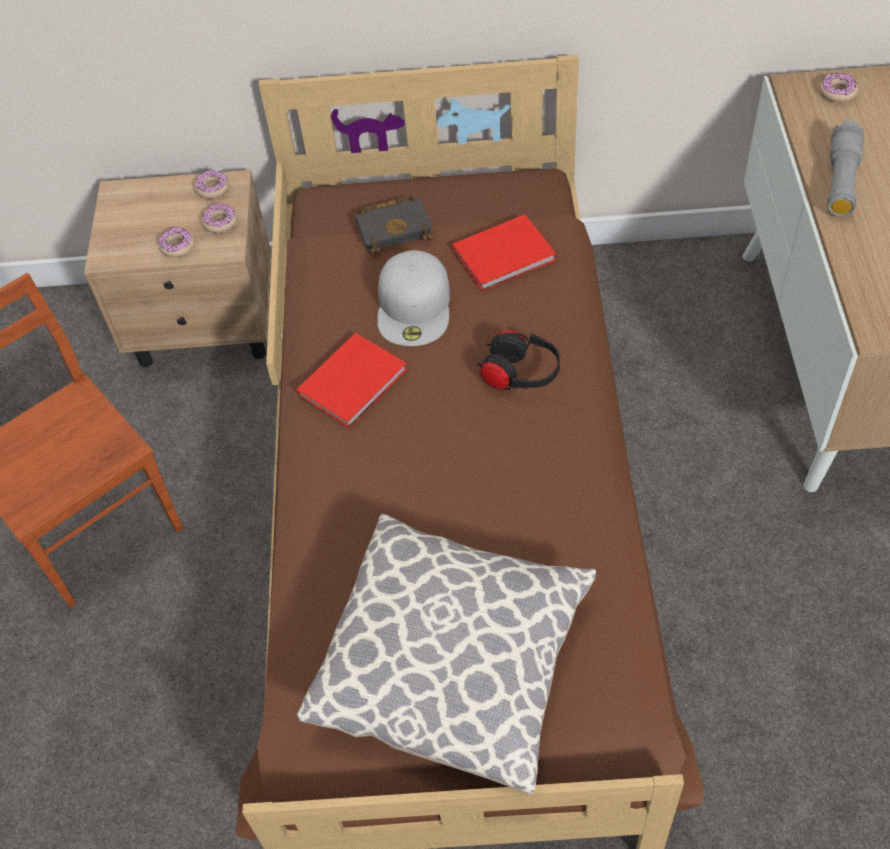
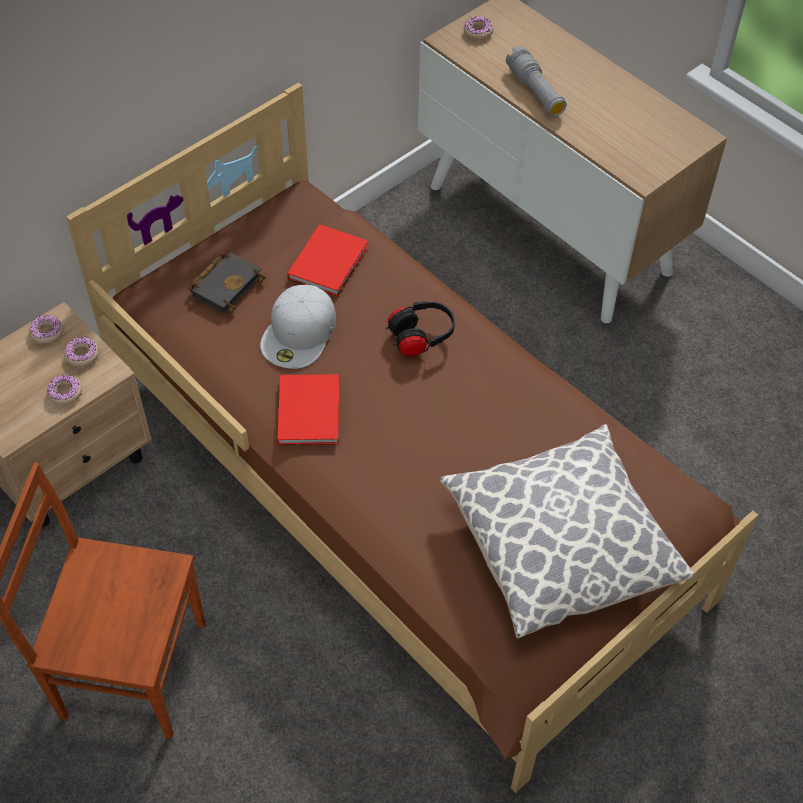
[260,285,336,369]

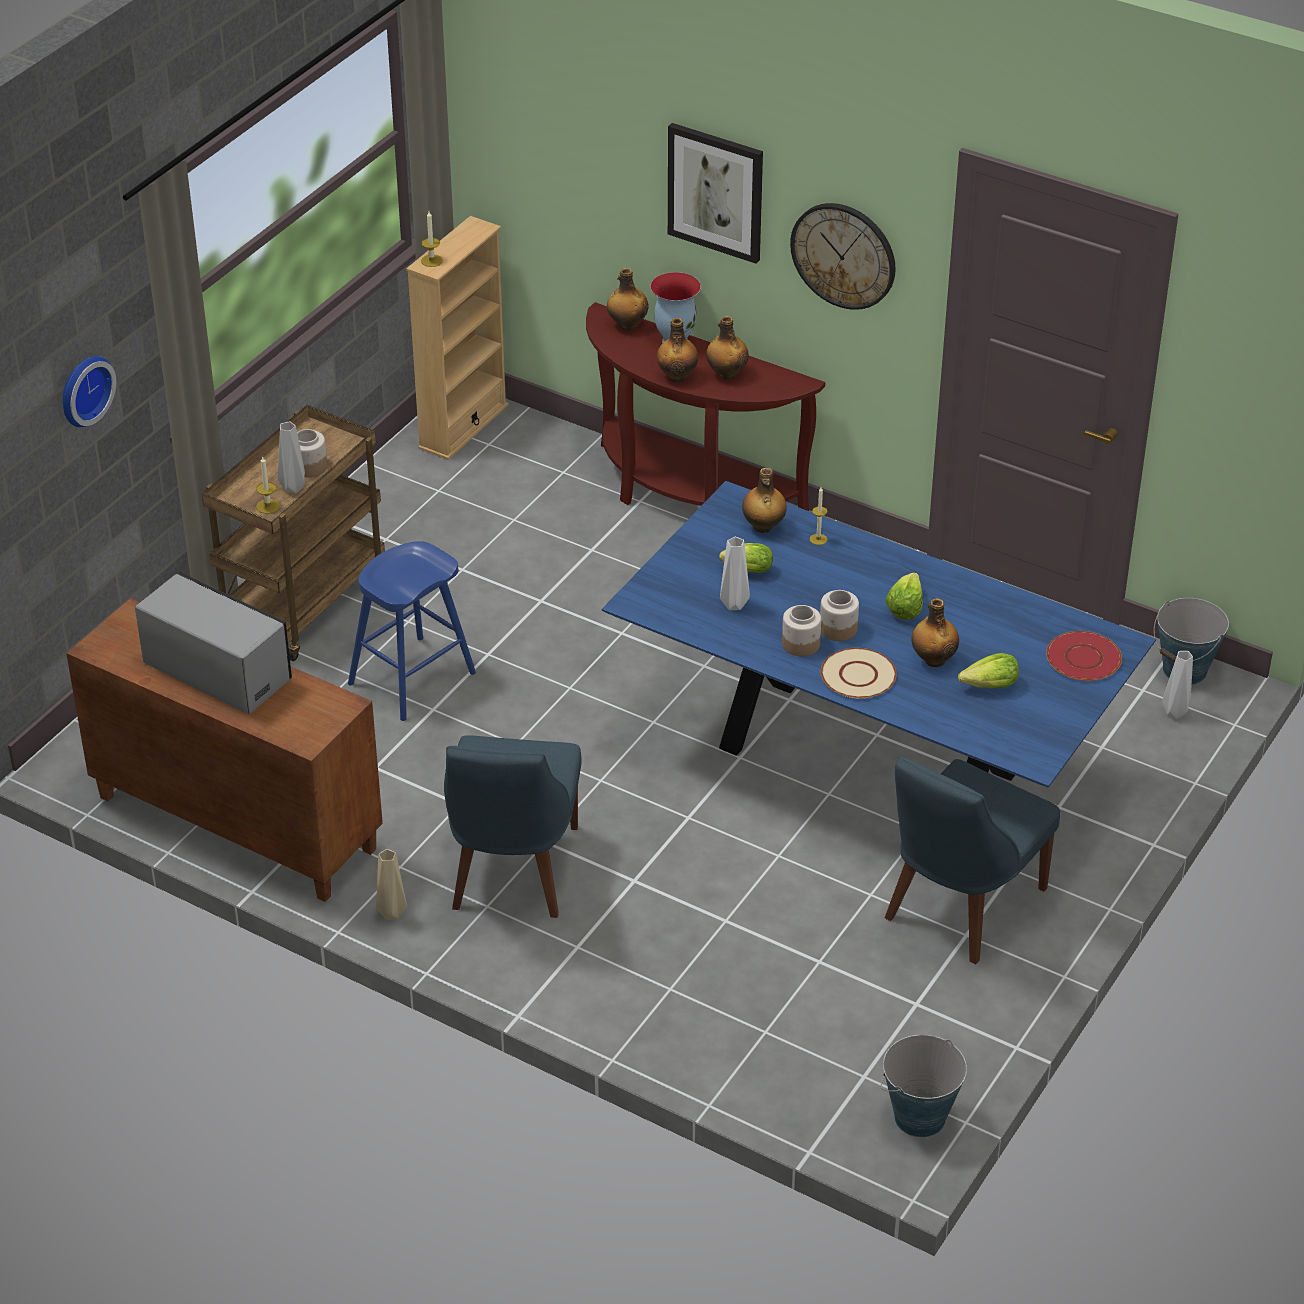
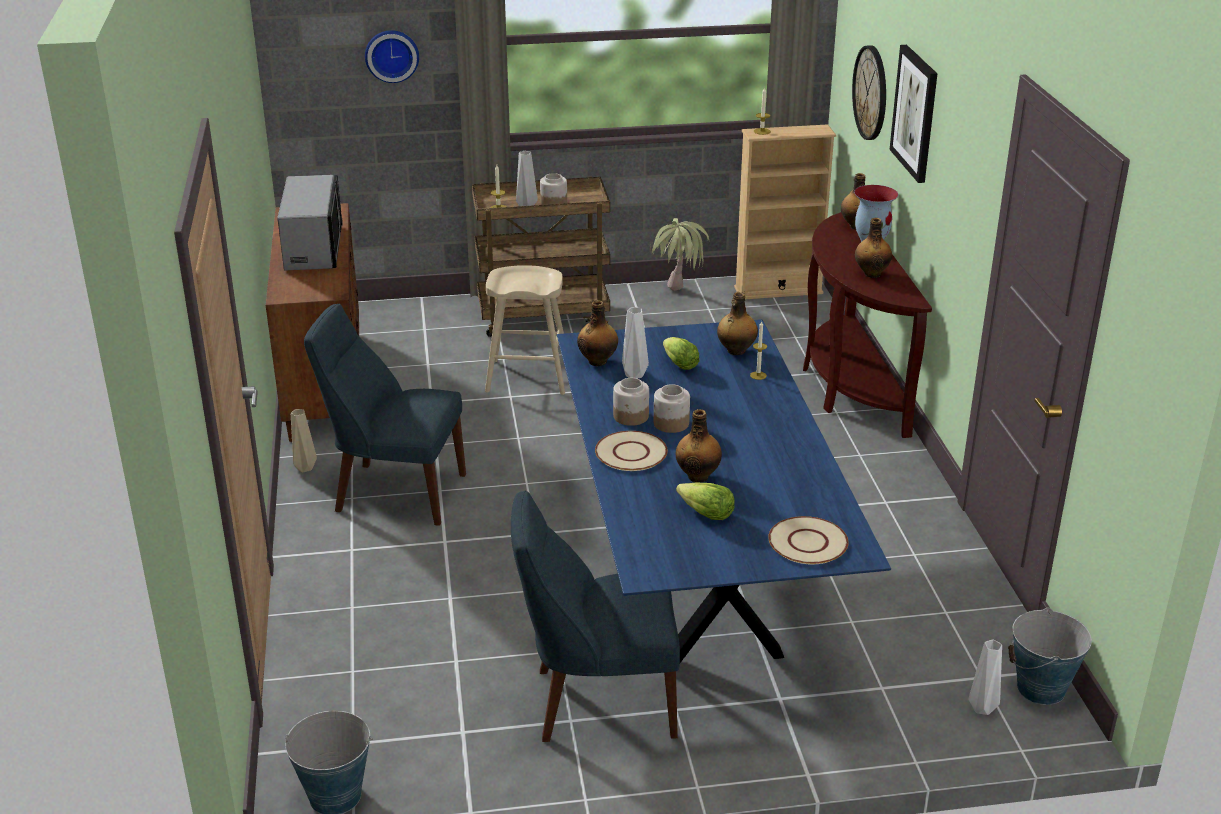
[852,45,886,140]
[577,300,618,366]
[485,265,565,395]
[885,572,923,620] (first image)
[768,516,849,564]
[304,304,466,526]
[650,218,709,291]

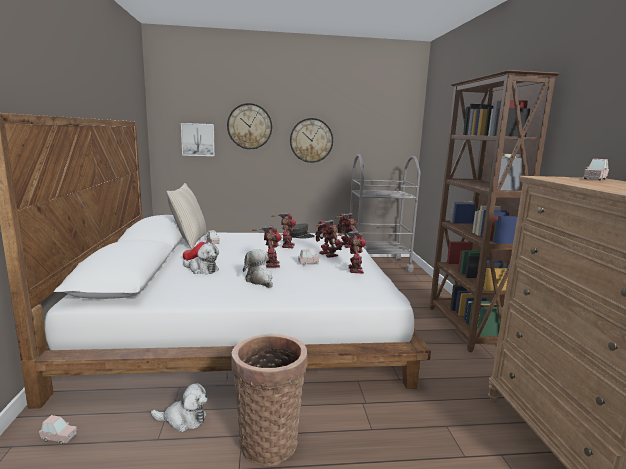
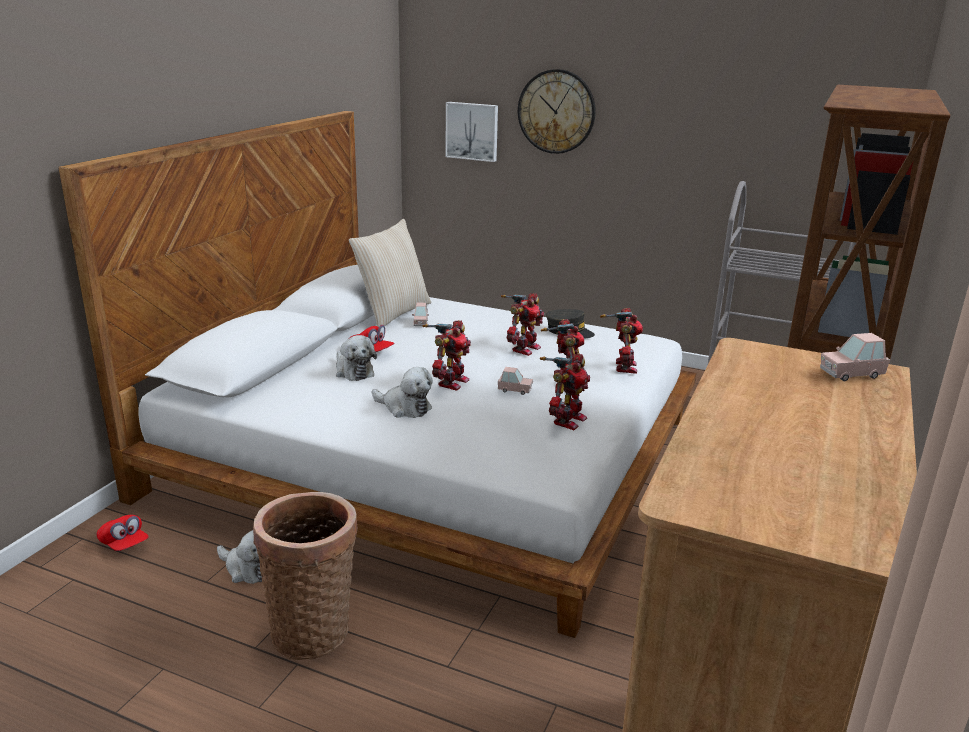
[290,118,333,163] (first image)
[372,367,433,418]
[97,515,149,551]

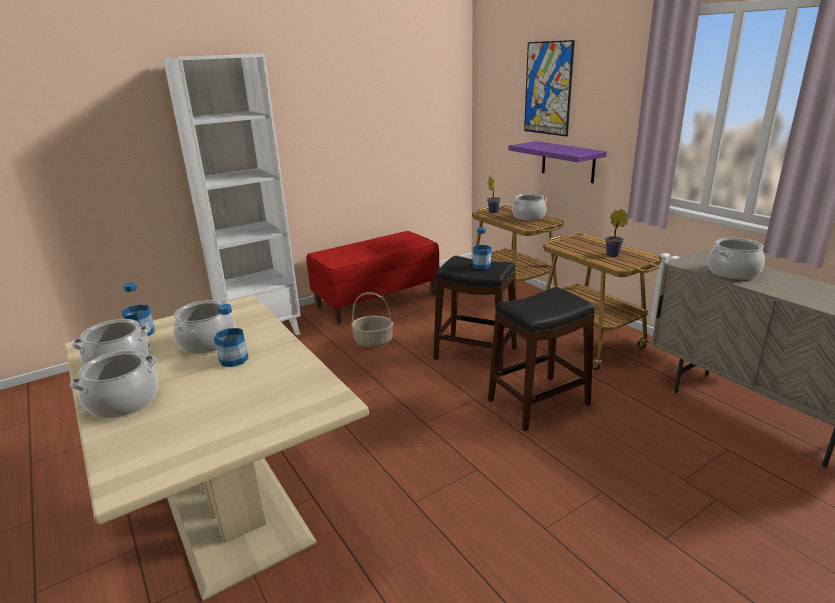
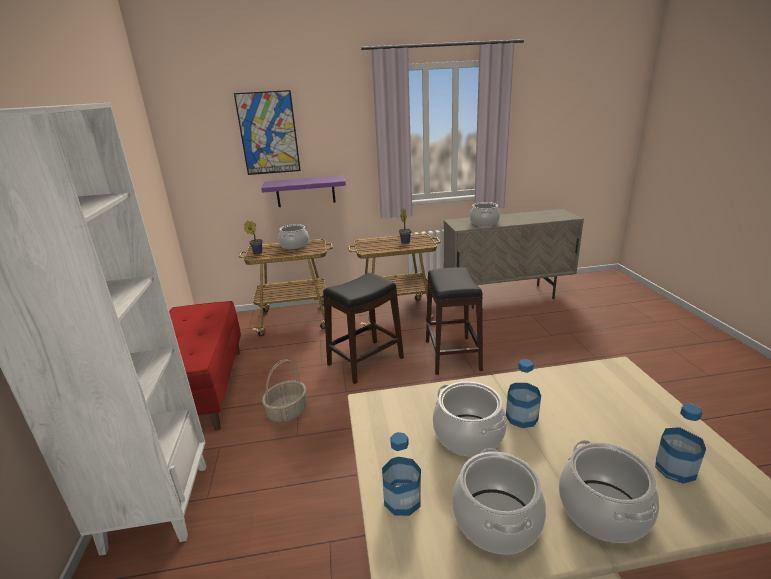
[655,404,706,484]

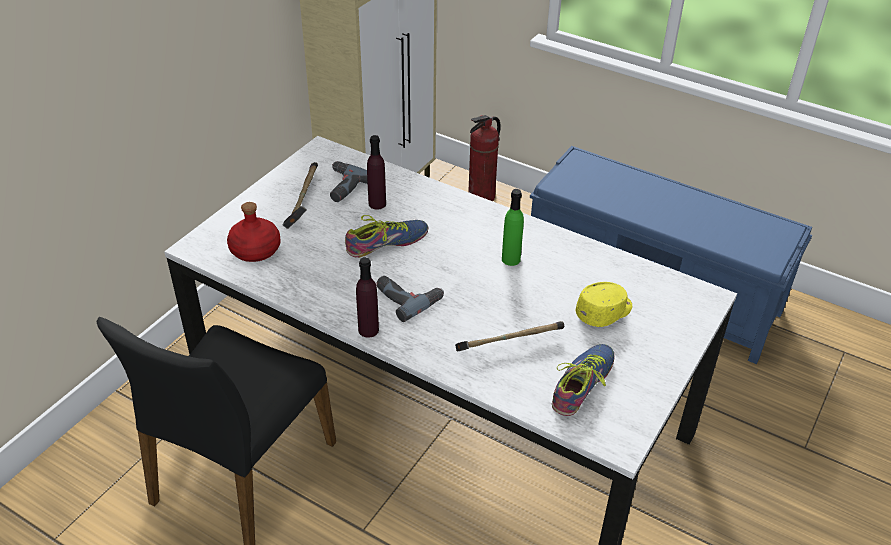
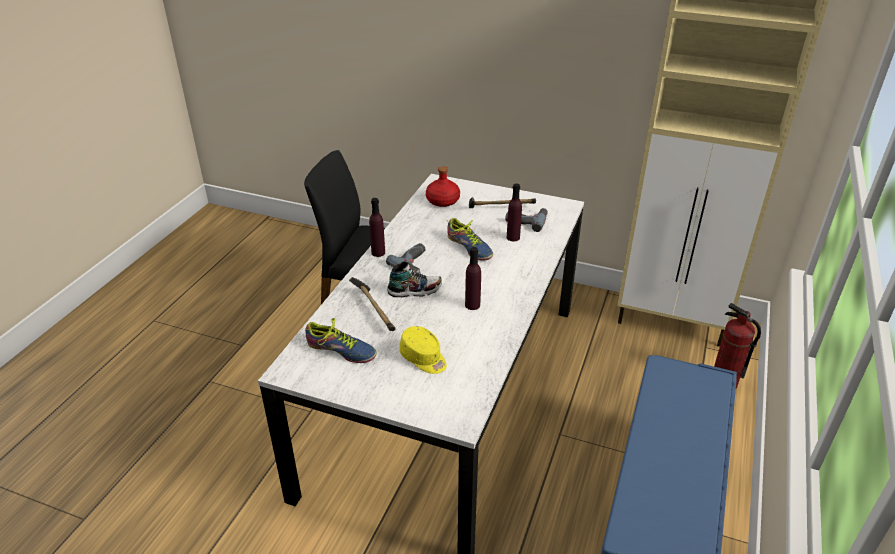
[465,247,481,310]
[387,261,442,297]

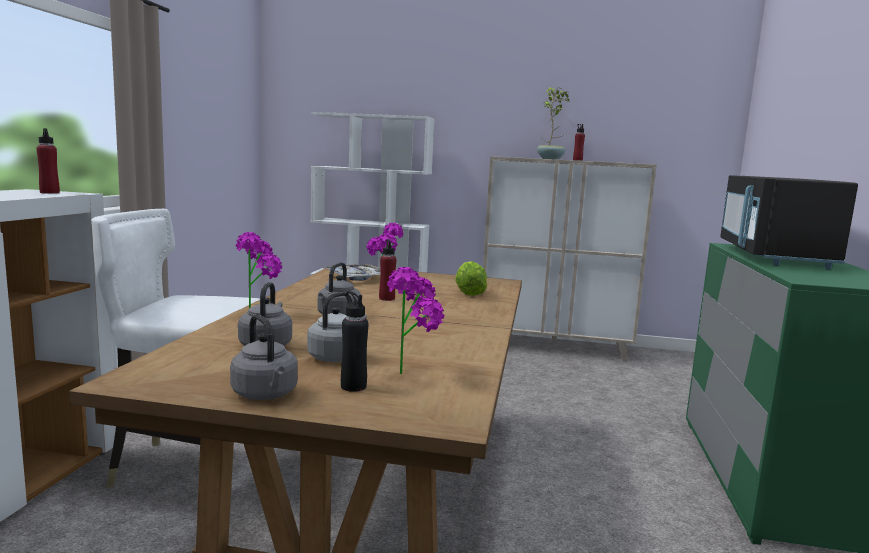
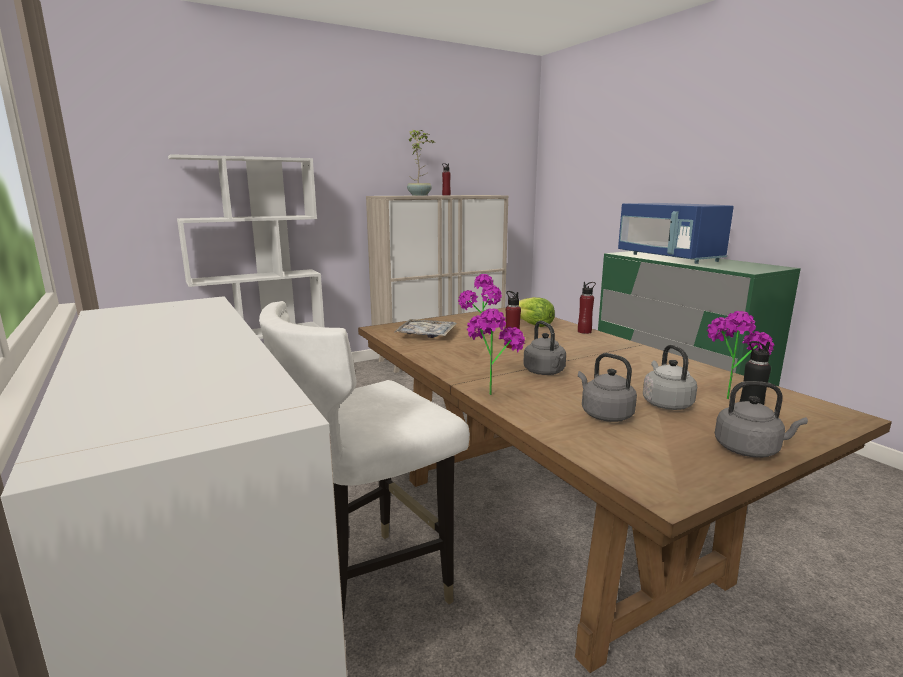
[578,282,596,334]
[618,203,733,264]

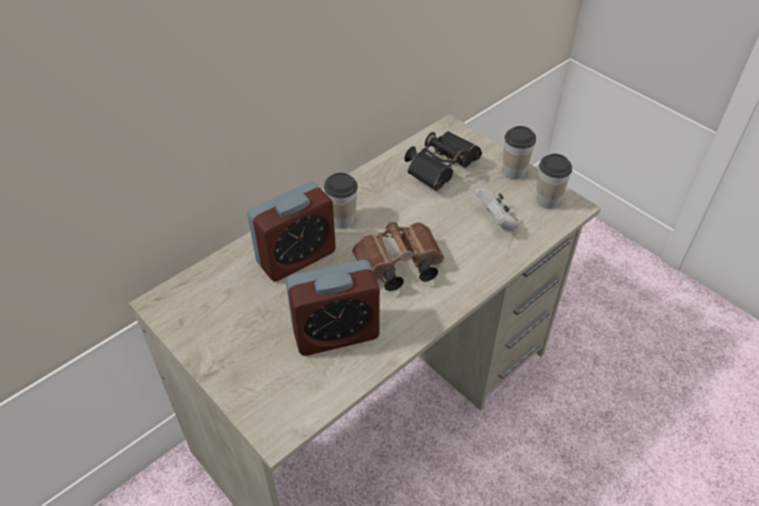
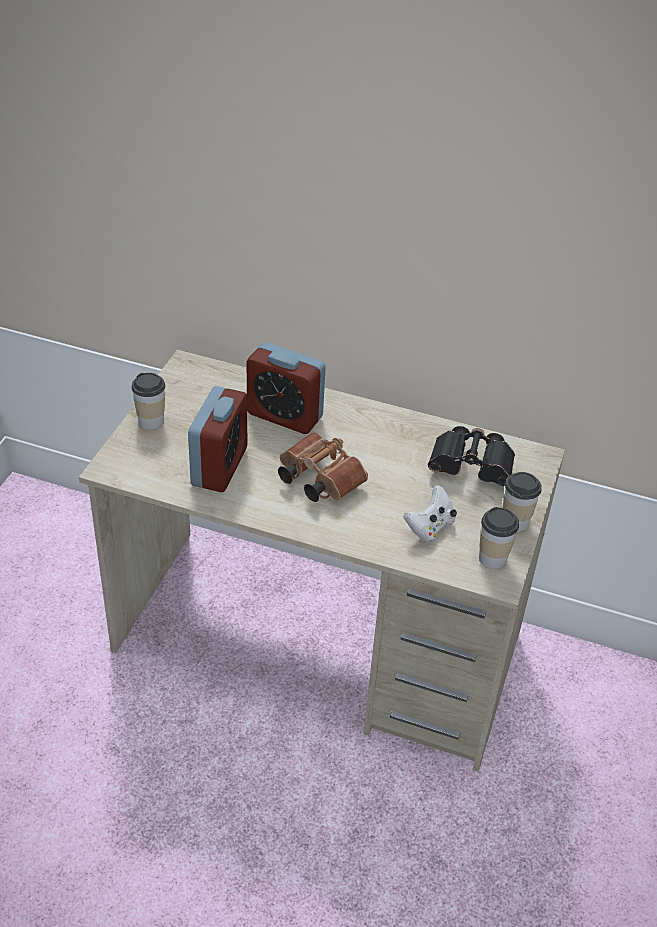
[131,373,165,430]
[188,386,247,492]

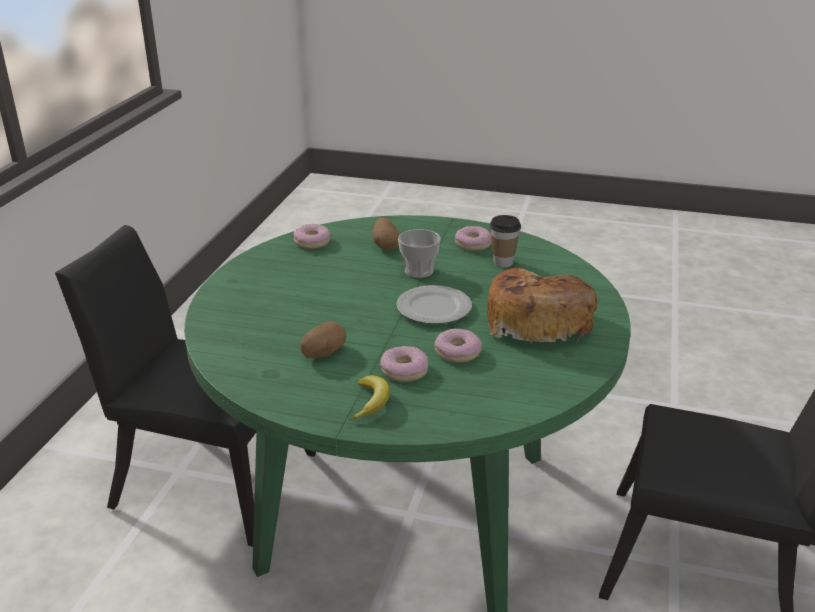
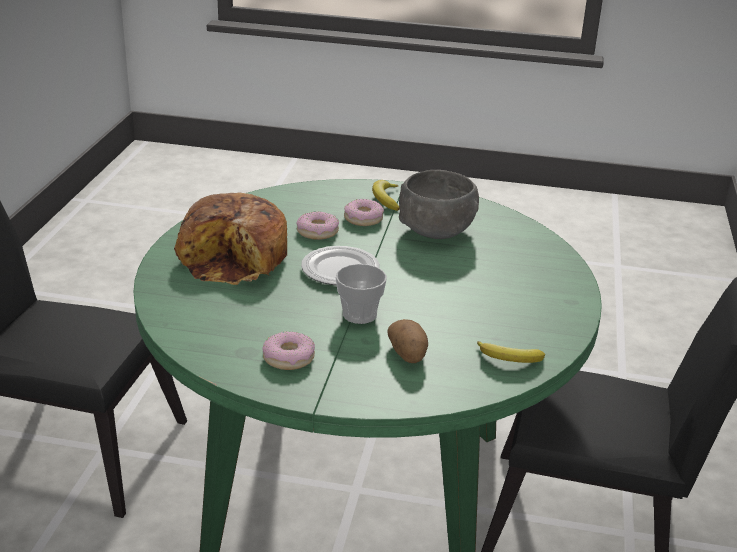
[489,215,521,267] (first image)
[477,341,545,363]
[399,170,479,239]

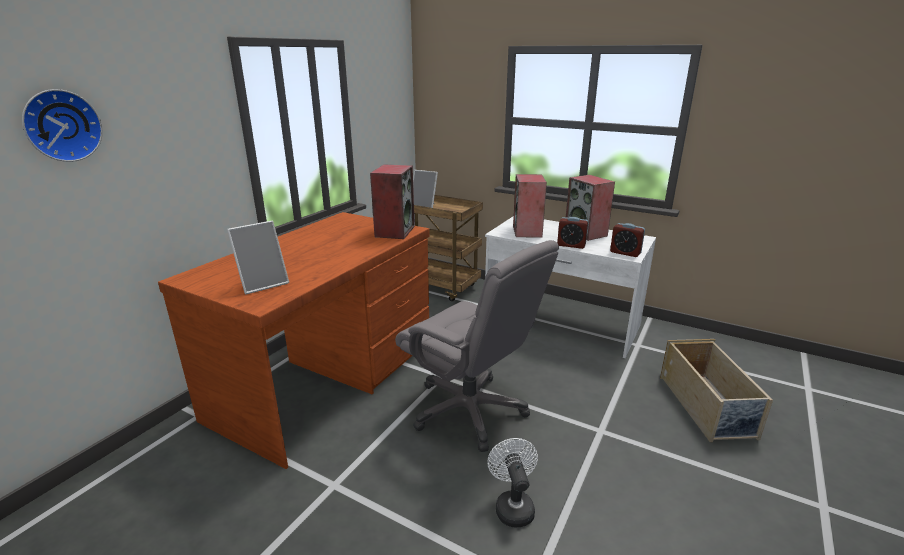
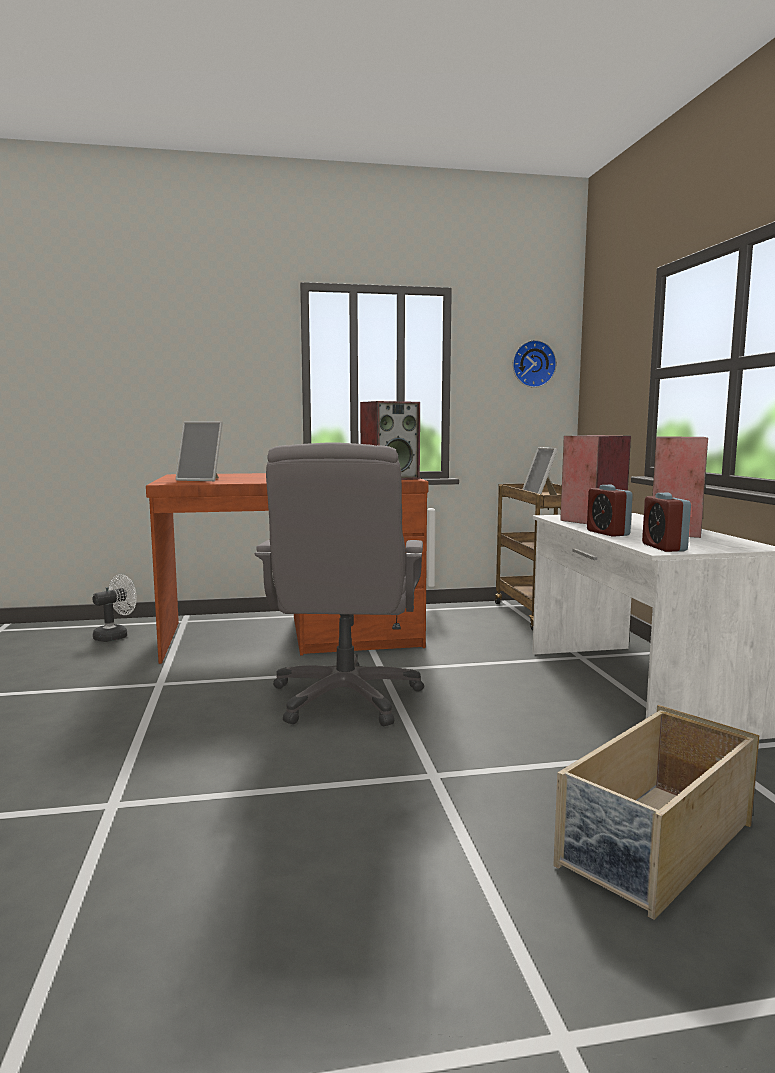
[513,340,557,388]
[92,574,137,642]

